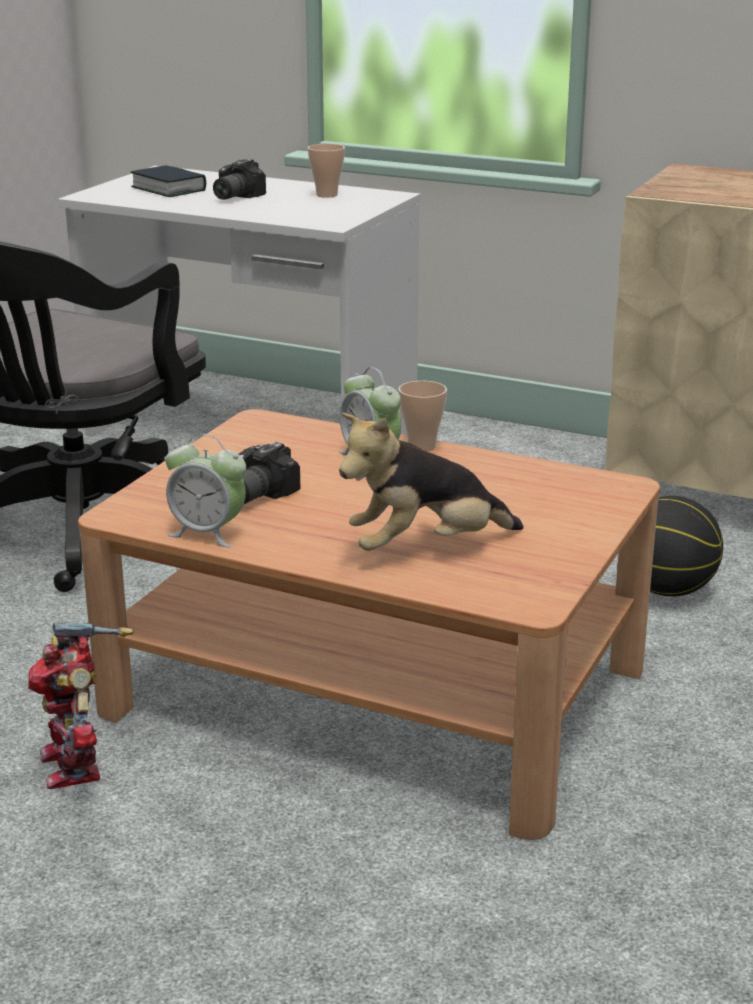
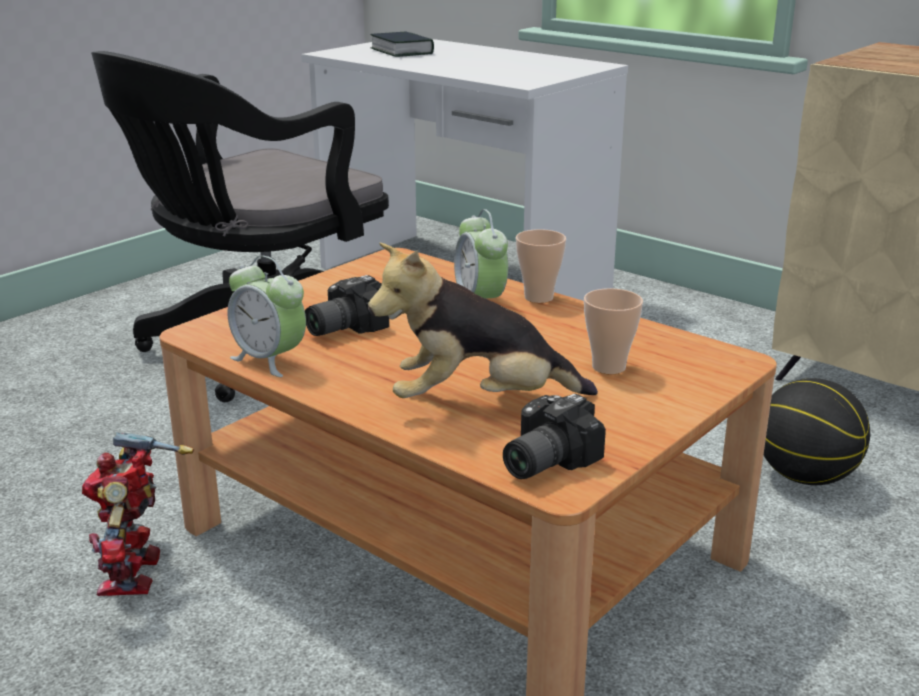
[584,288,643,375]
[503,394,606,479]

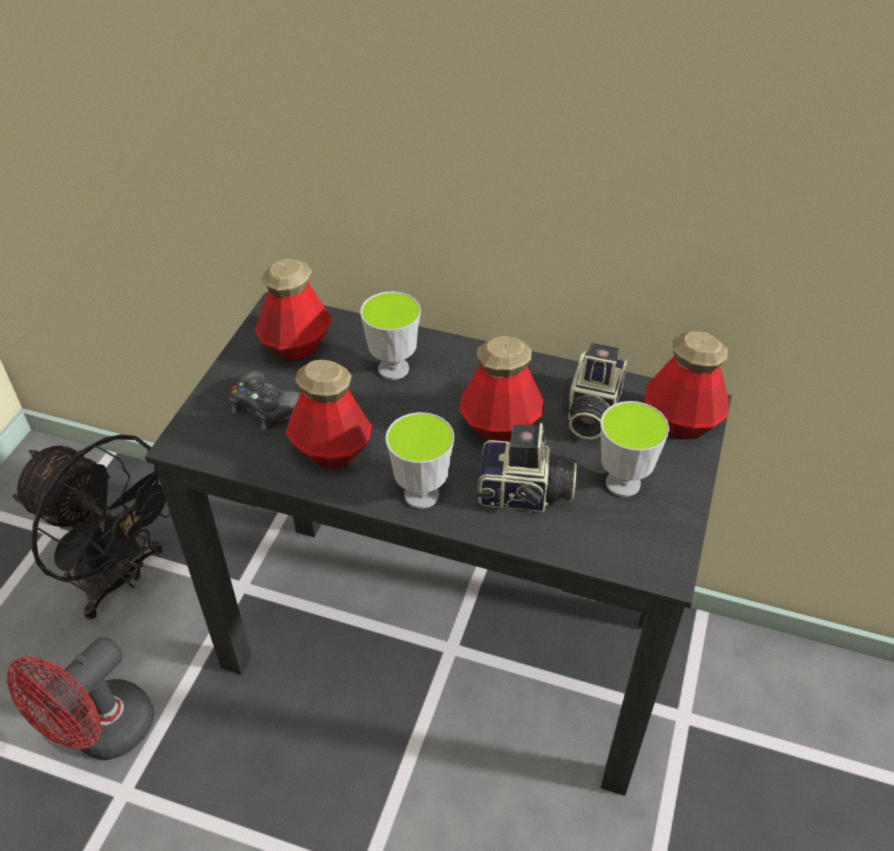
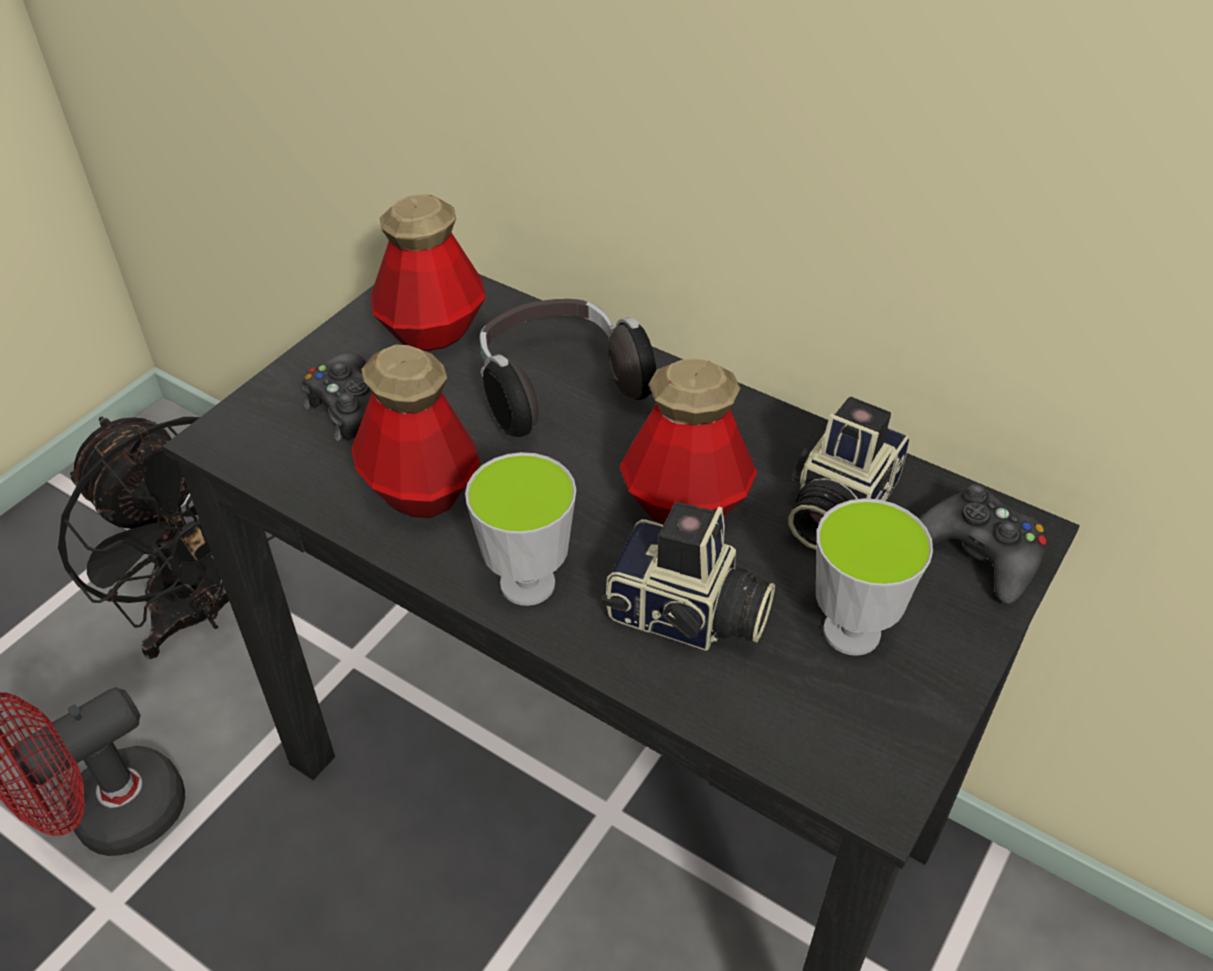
[480,299,656,437]
[919,484,1047,604]

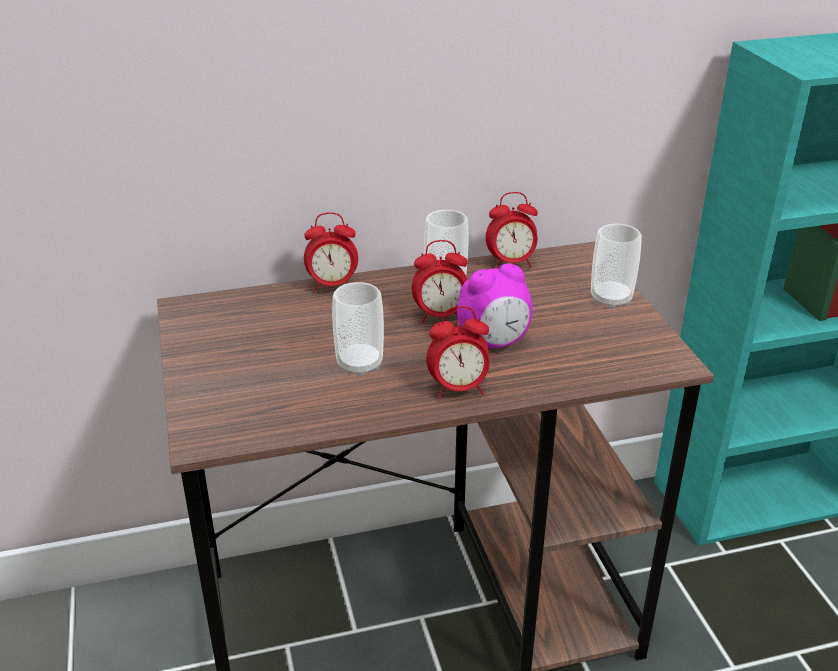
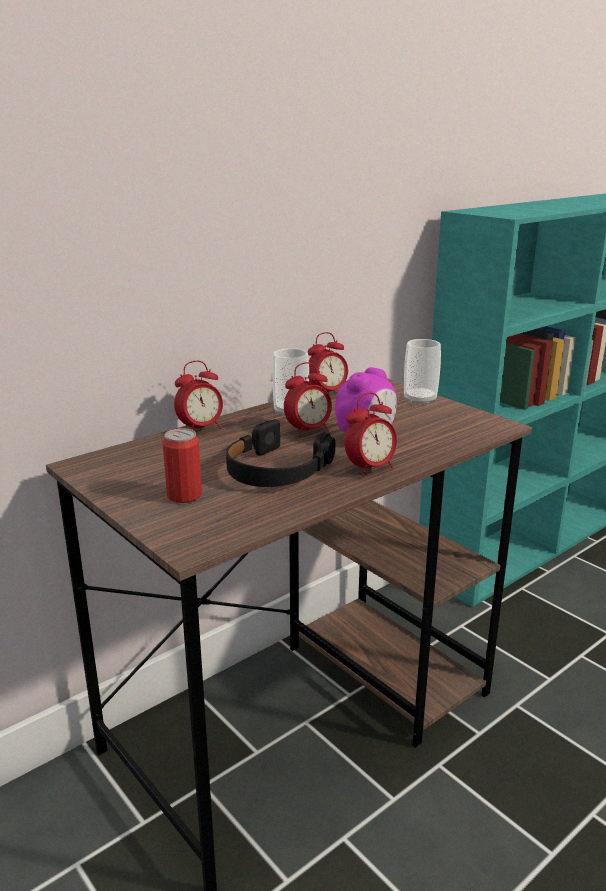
[226,419,336,487]
[163,428,202,503]

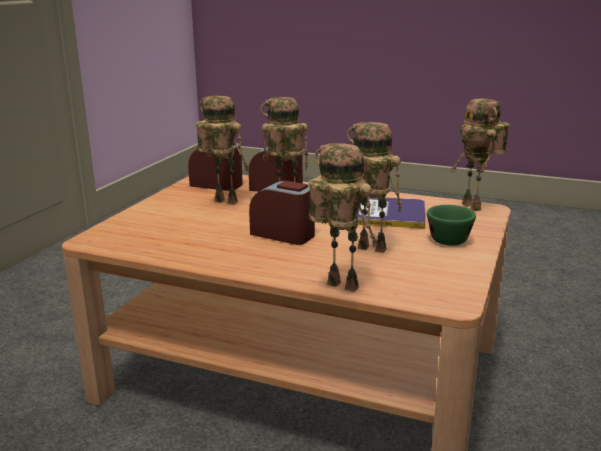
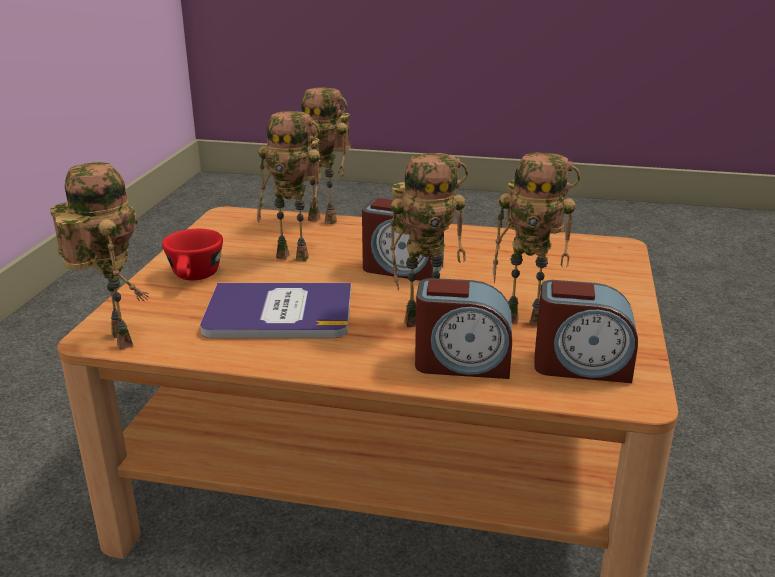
[162,229,223,280]

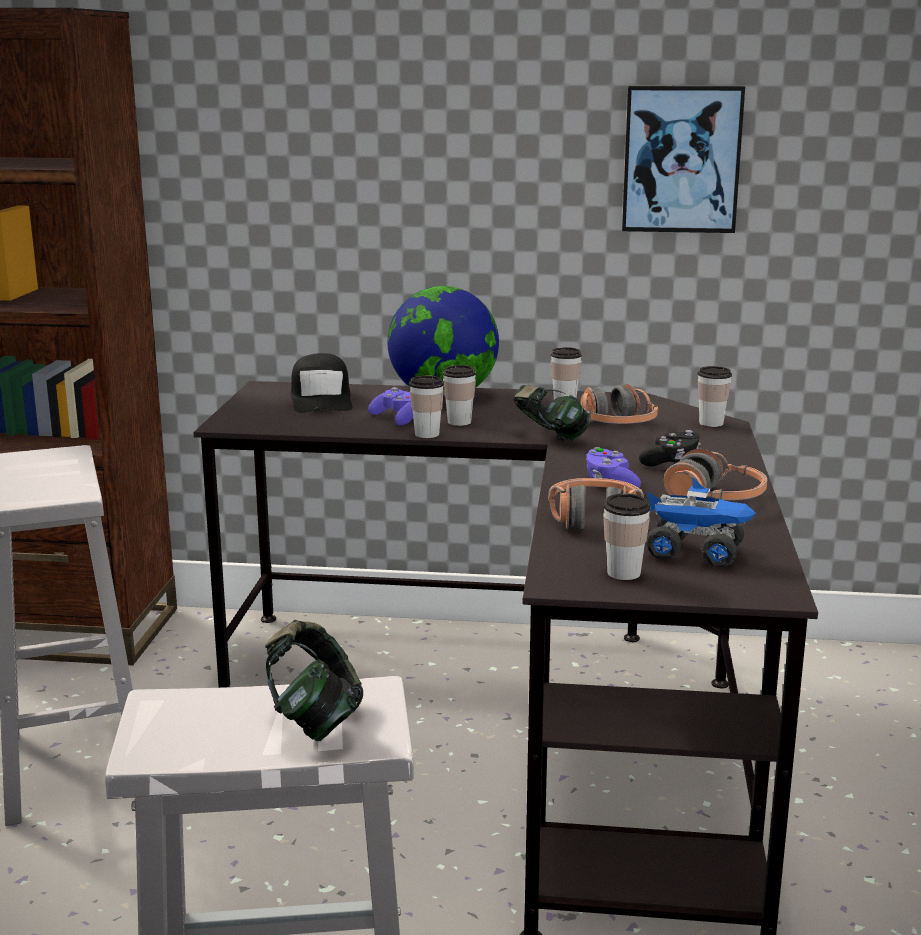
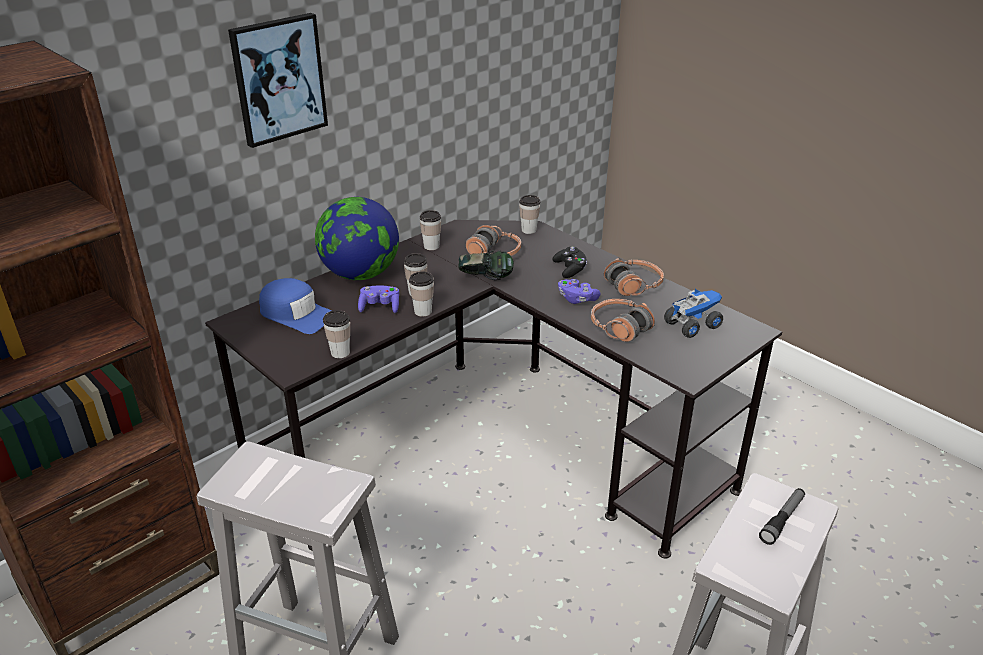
[228,13,328,148]
[259,278,331,334]
[323,310,350,358]
[759,488,805,545]

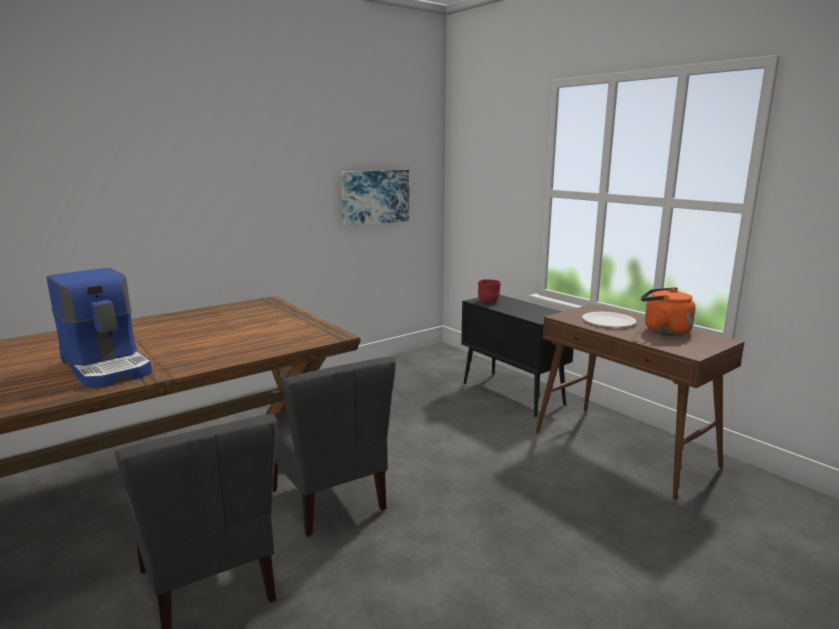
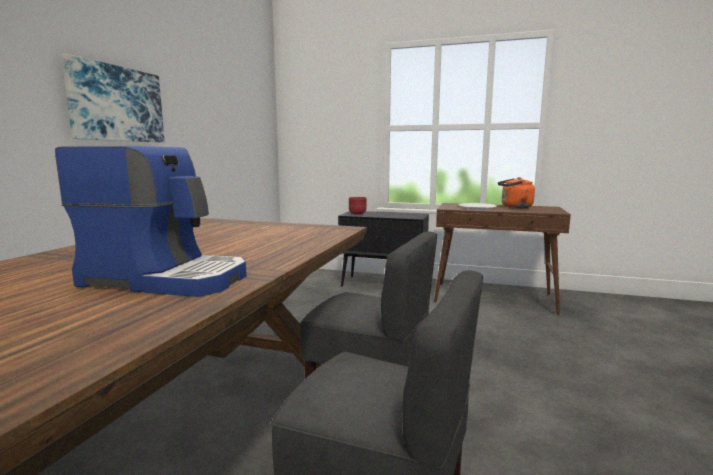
[61,54,165,142]

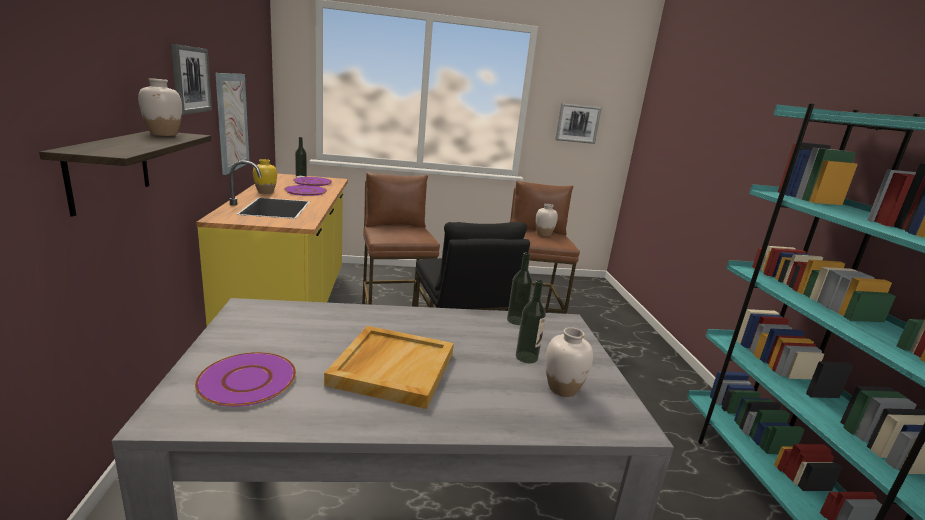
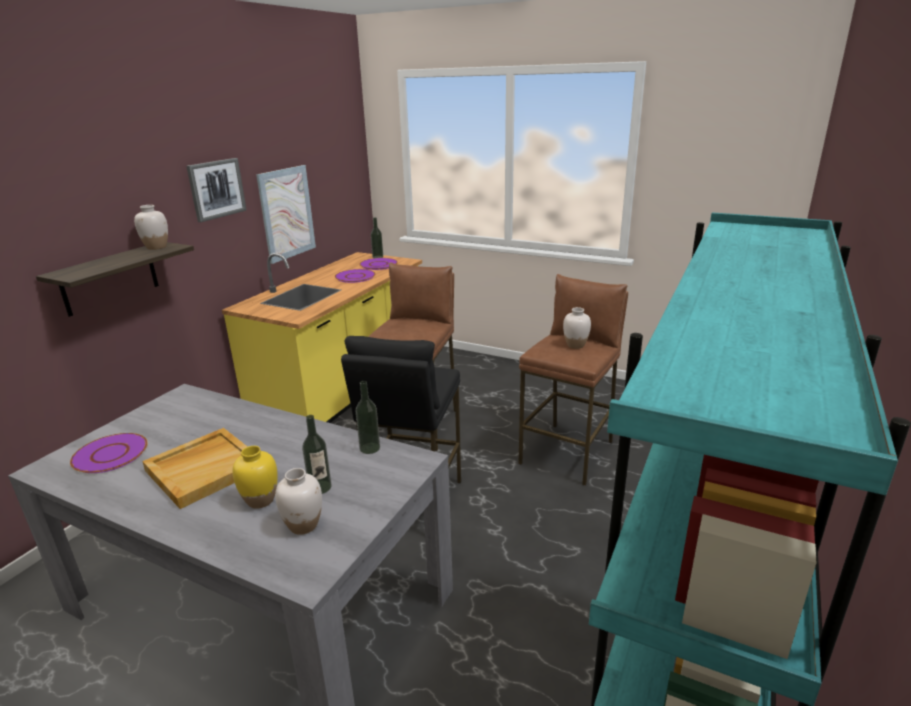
[555,103,602,144] (first image)
[232,446,277,509]

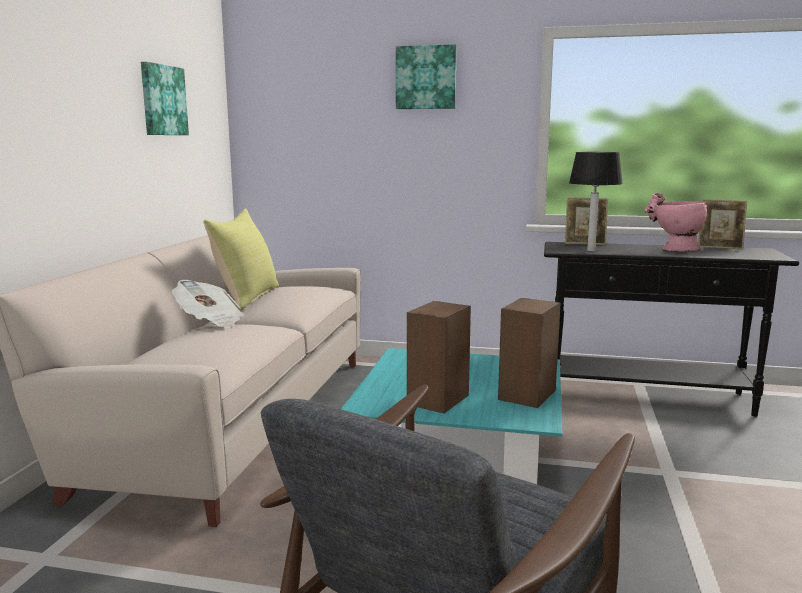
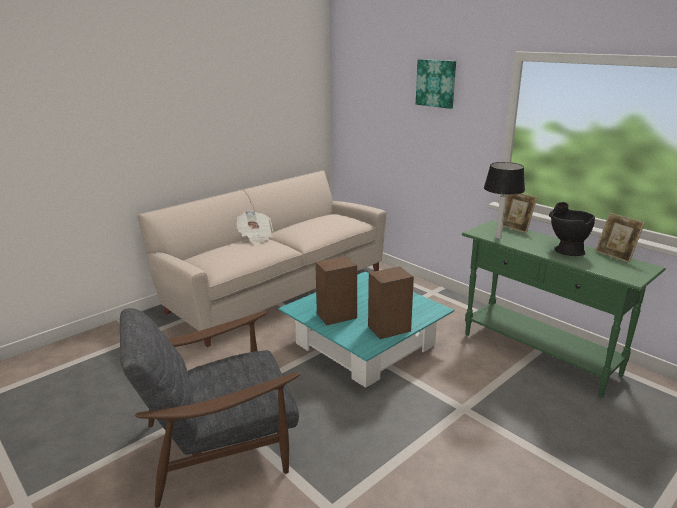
[141,62,189,135] (first image)
[549,202,595,256]
[203,208,279,309] (first image)
[462,220,666,397]

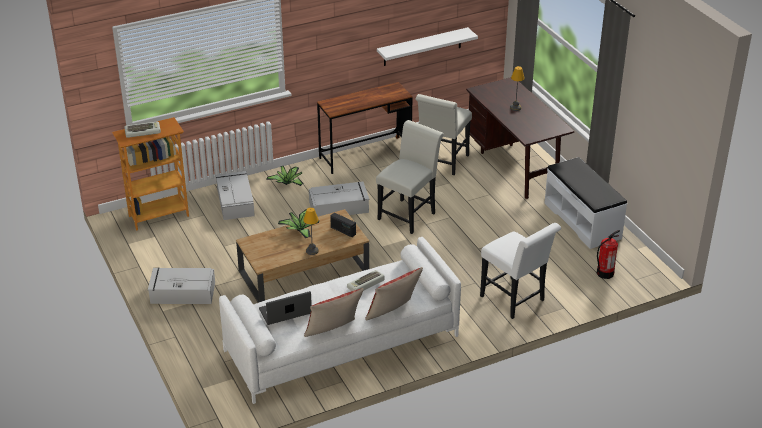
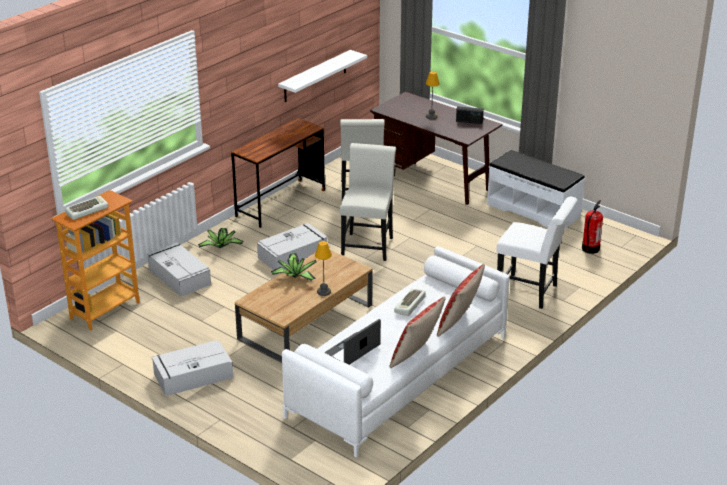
[456,106,484,124]

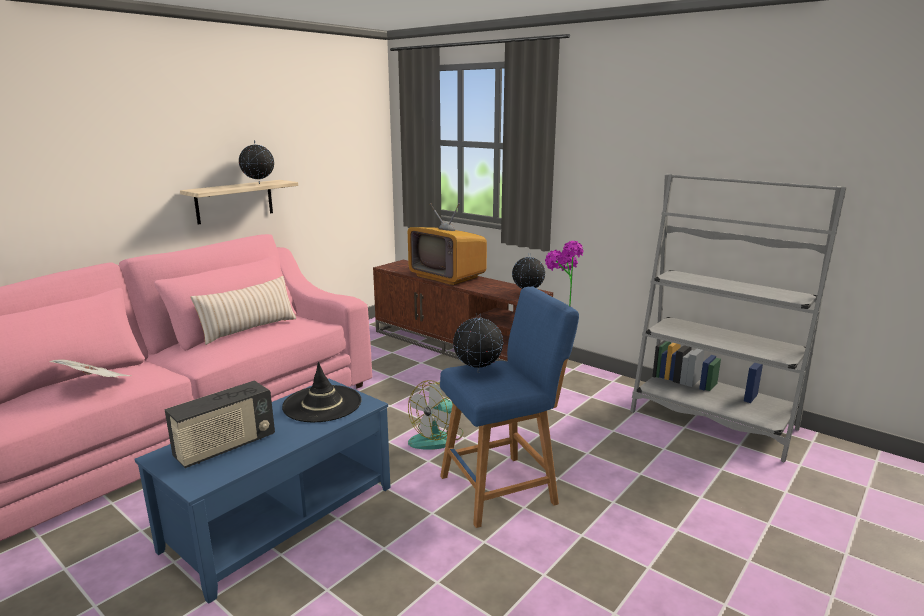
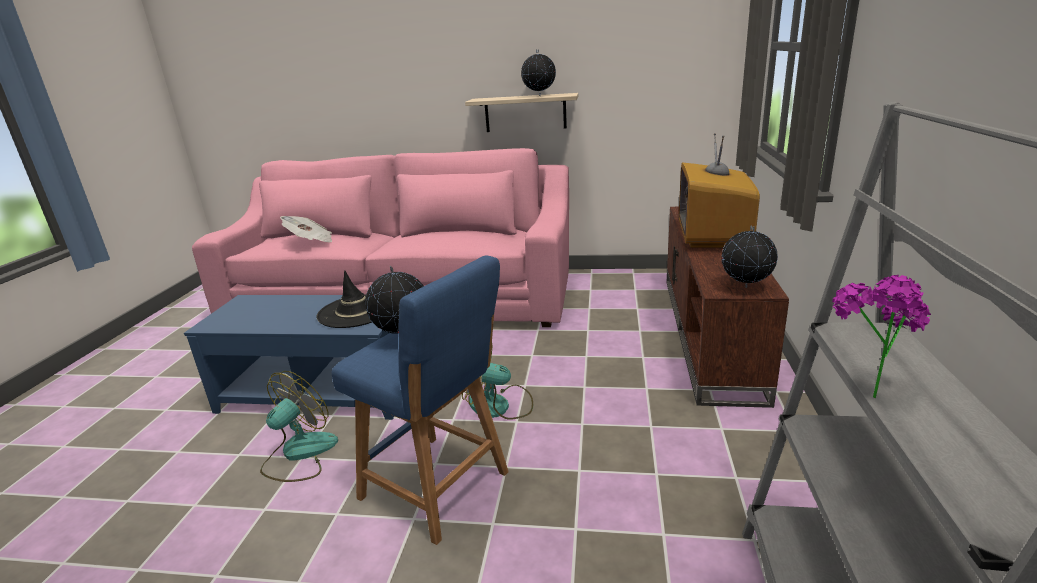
[832,275,931,398]
[190,276,296,345] (first image)
[164,381,275,468] (first image)
[260,371,338,482]

